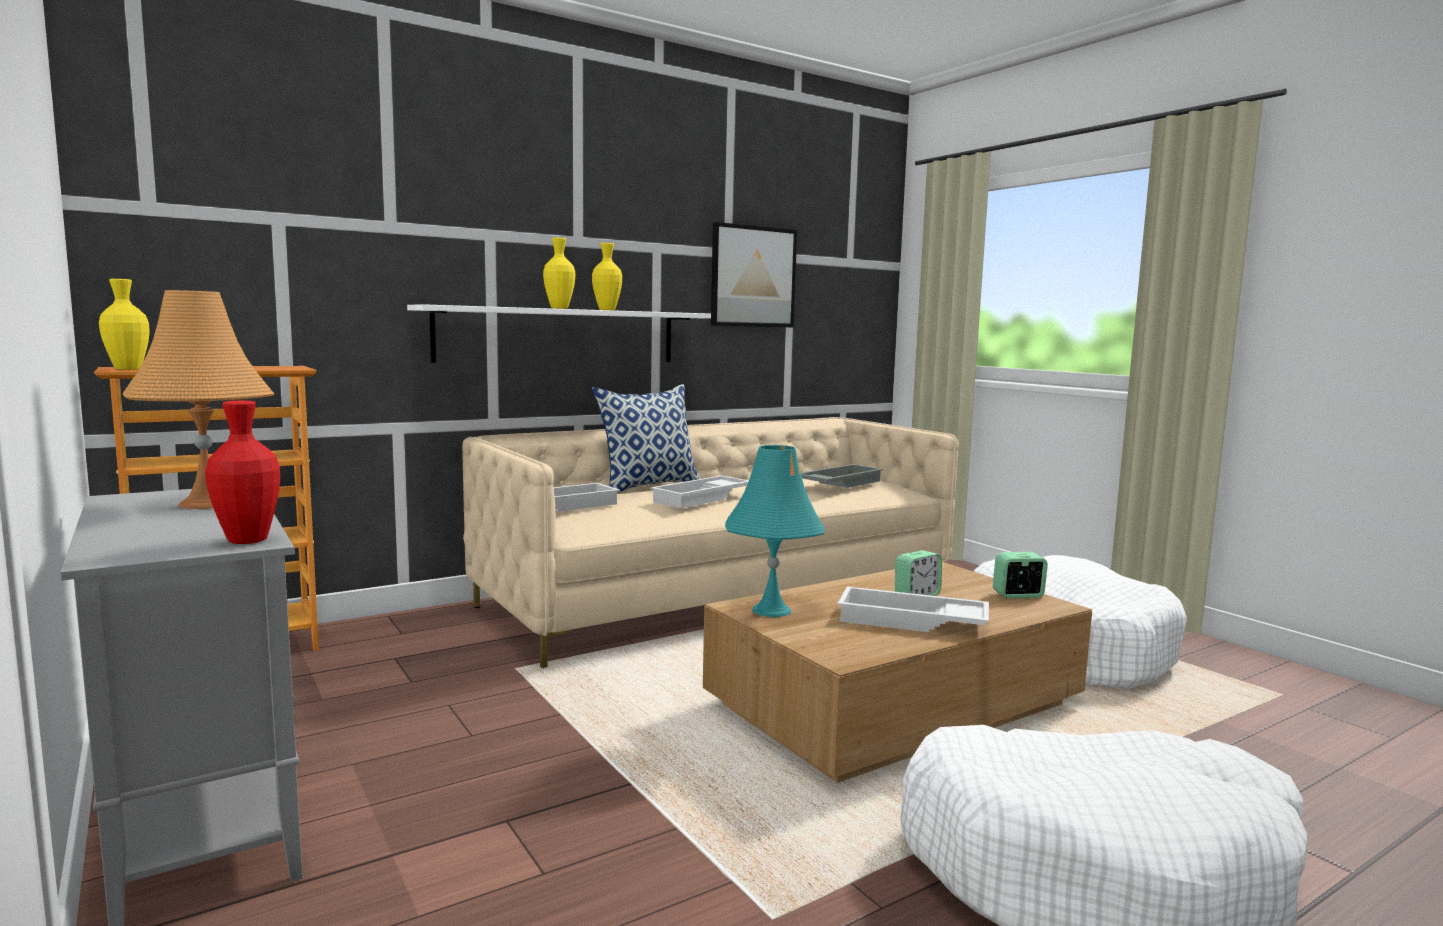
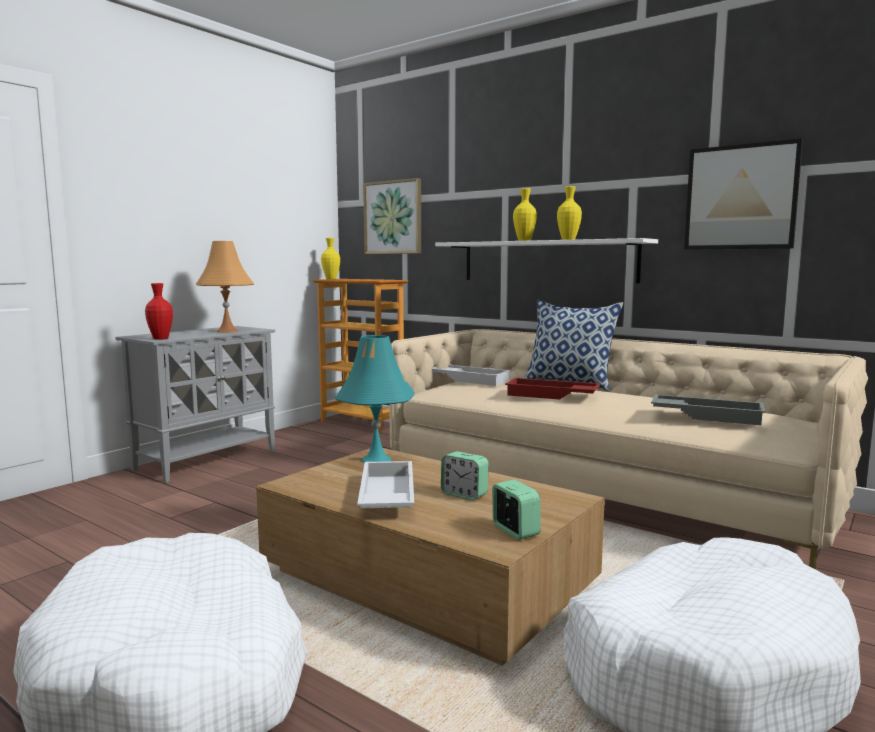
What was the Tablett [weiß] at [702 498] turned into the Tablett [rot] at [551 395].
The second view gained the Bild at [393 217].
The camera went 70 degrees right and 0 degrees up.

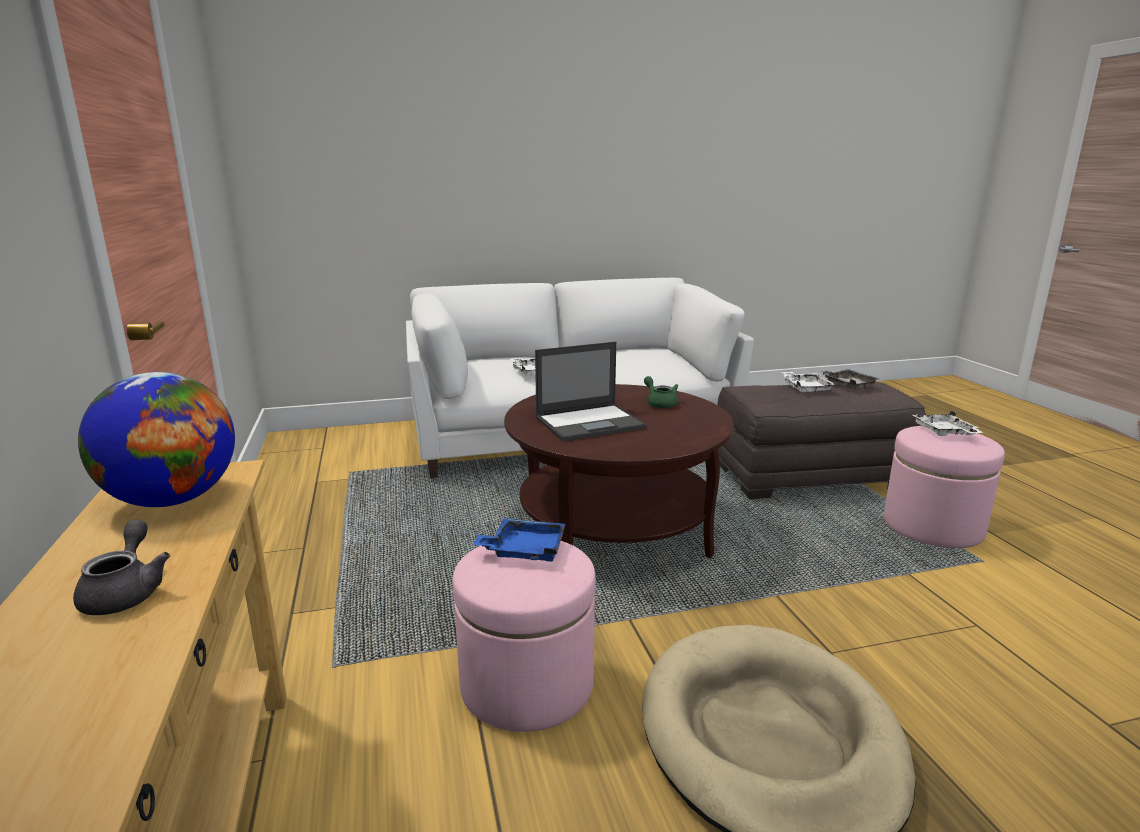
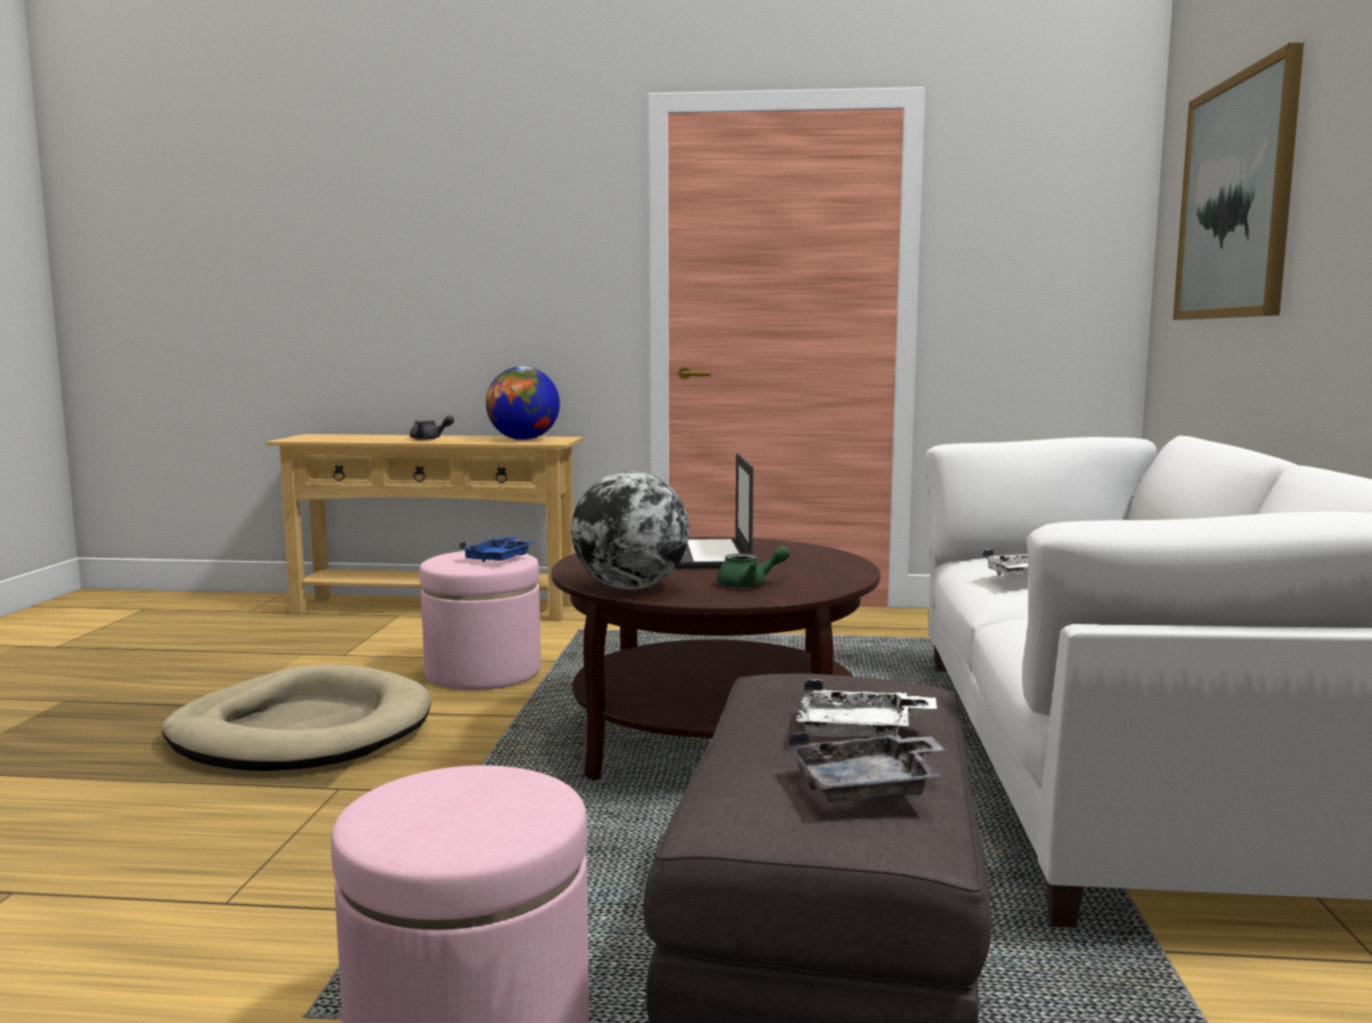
The second view lost the Tablett [weiß] at [944 432].
The second view gained the Globus at [630 587].
The second view gained the Bild at [1236 198].
The camera went 110 degrees right and 10 degrees down.

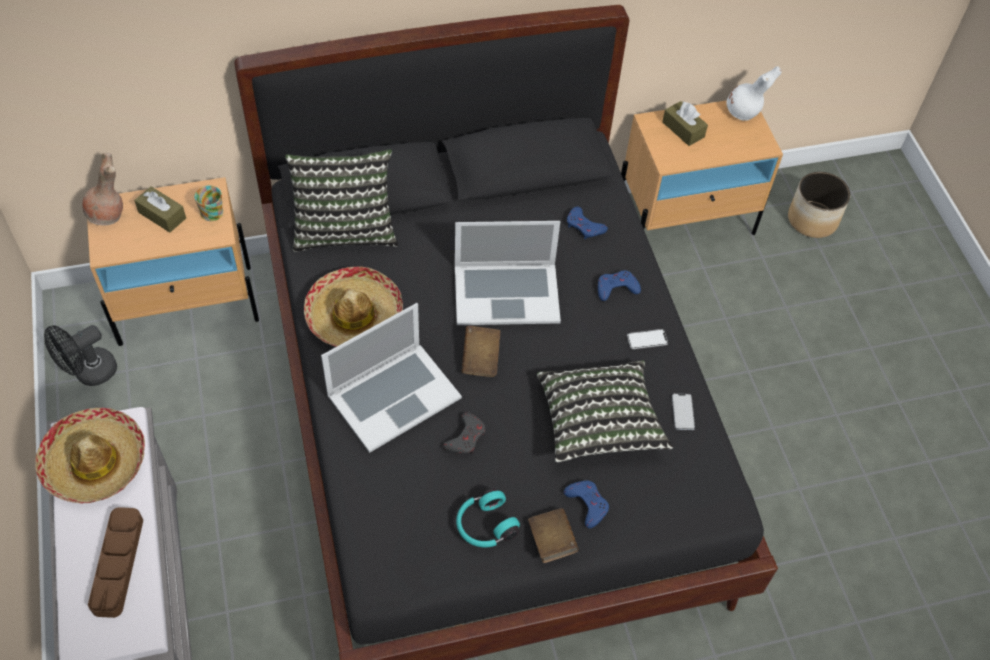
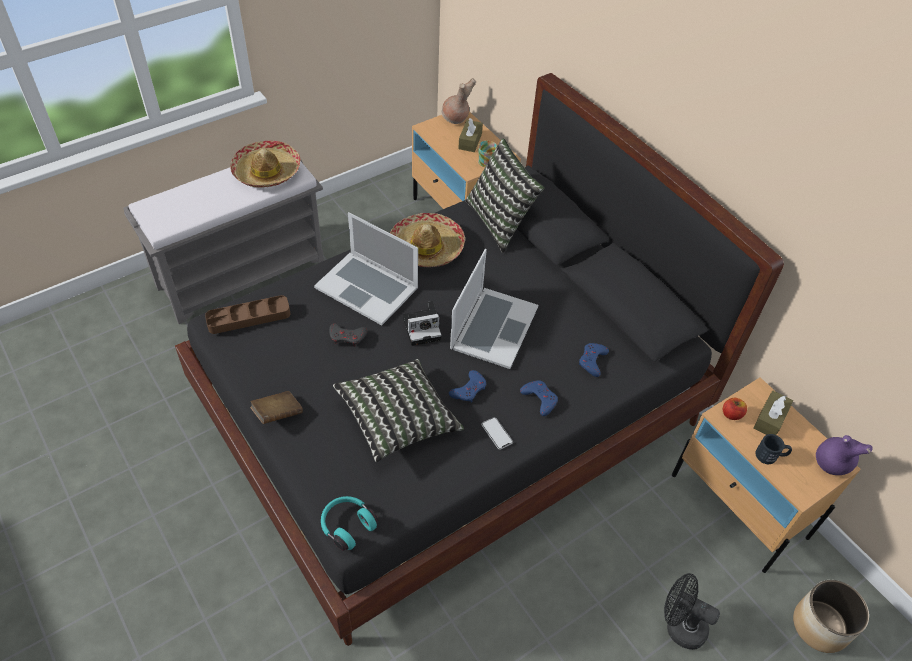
The Ventilator [schwarz] ended up elsewhere, having gone from [89 373] to [679 626].
The Tablett [braun] ended up elsewhere, having gone from [118 564] to [249 317].
The Laptop at [506 293] ended up facing another way, 135 degrees counterclockwise from before.
The Kopfhörer [türkis] ended up elsewhere, having gone from [485 526] to [347 525].
Where the Buch [braun] stood at [480 358], the Kamera came to stand at [423 328].
The Gamepad [blau] ended up elsewhere, having gone from [587 504] to [469 389].
The second view lost the Handy at [683 412].
What was the Vase [weiß] at [743 113] turned into the Vase [lila] at [830 465].
The second view gained the Apfel at [731 414].
The second view gained the Henkelbecher [schwarz] at [771 455].
The camera went 70 degrees right and 5 degrees down.

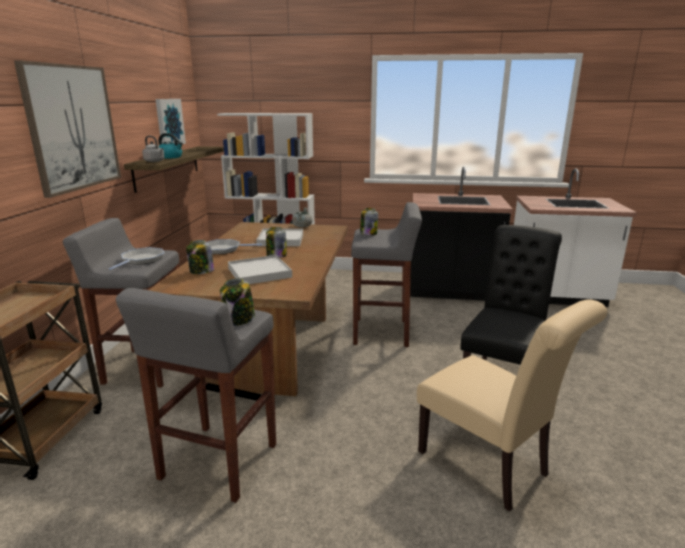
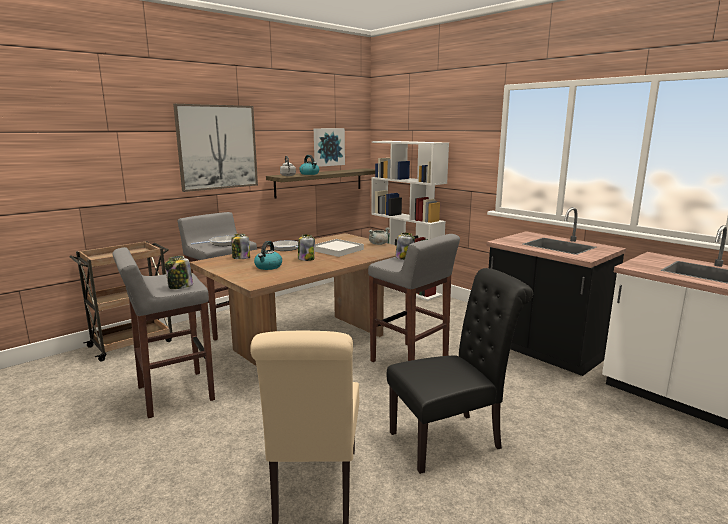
Where the Tablett [weiß] stood at [259 273], the Wasserkessel came to stand at [268 267].
The camera went 40 degrees right and 5 degrees down.

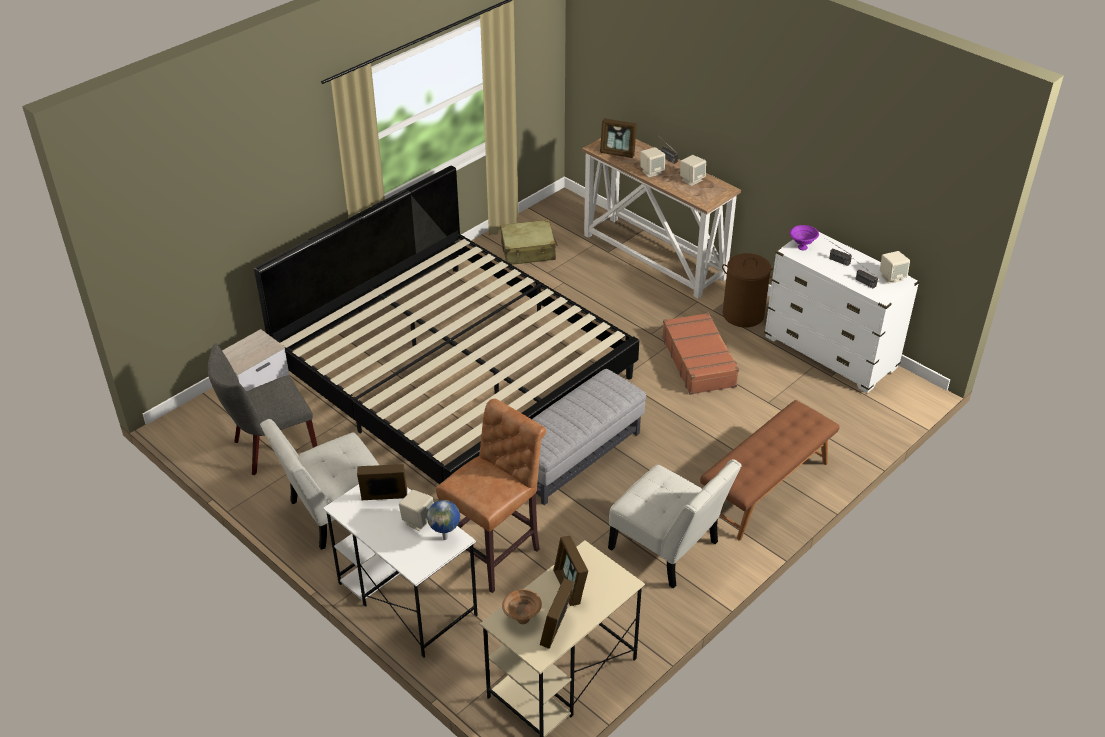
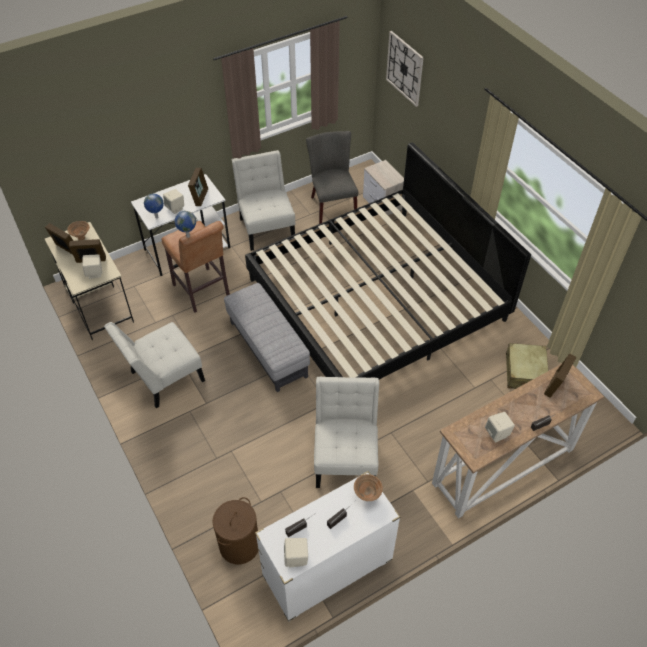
The Lautsprecher [beige] ended up elsewhere, having gone from [651 172] to [95 273].
Where the Koffer [braun] stood at [699 361], the Stuhl [weiß] came to stand at [345 457].
The second view lost the Bank [braun] at [766 489].
The Wäschekorb [braun] ended up elsewhere, having gone from [742 315] to [239 544].
What was the Schüssel [lila] at [802 248] turned into the Schüssel [braun] at [367 495].
The second view gained the Globus at [187 236].
The second view gained the Wanduhr at [404 68].
The camera went 105 degrees right and 10 degrees up.

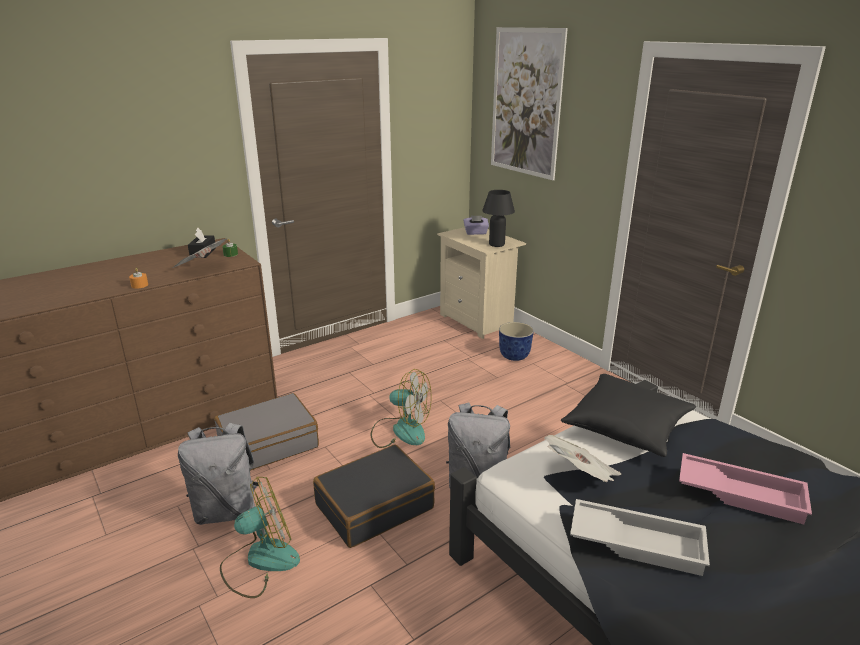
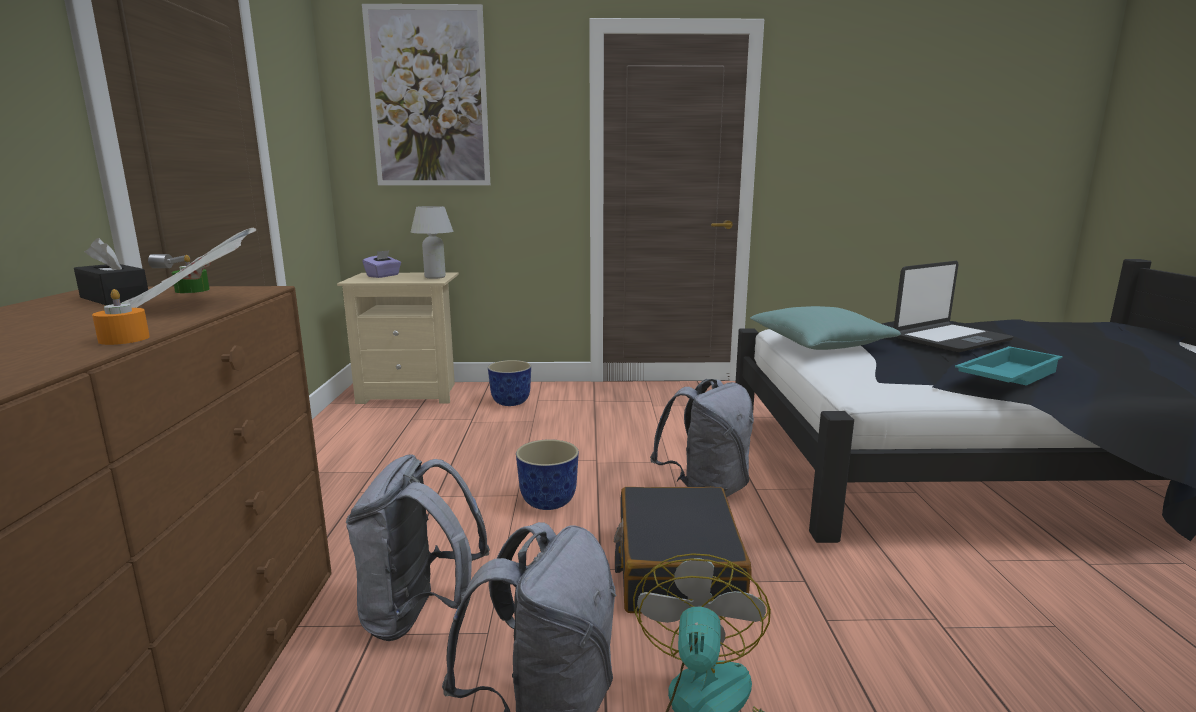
Where the Koffer [grau] stood at [268 444], the Rucksack [grau] came to stand at [419 615].
Where the Ventilator stood at [400 431], the Pflanzkübel came to stand at [547 501].
What was the Tischlampe [schwarz] at [496 244] turned into the Tischlampe [weiß] at [435 277].
The second view lost the Zeitung at [581 475].
What was the Kissen [schwarz] at [627 427] turned into the Kissen [türkis] at [819 345].
What was the Tablett [weiß] at [637 542] turned into the Tablett [türkis] at [1005 376].
Where the Tablett [rosa] stood at [741 493], the Laptop came to stand at [950 339].
The camera went 55 degrees left and 10 degrees down.

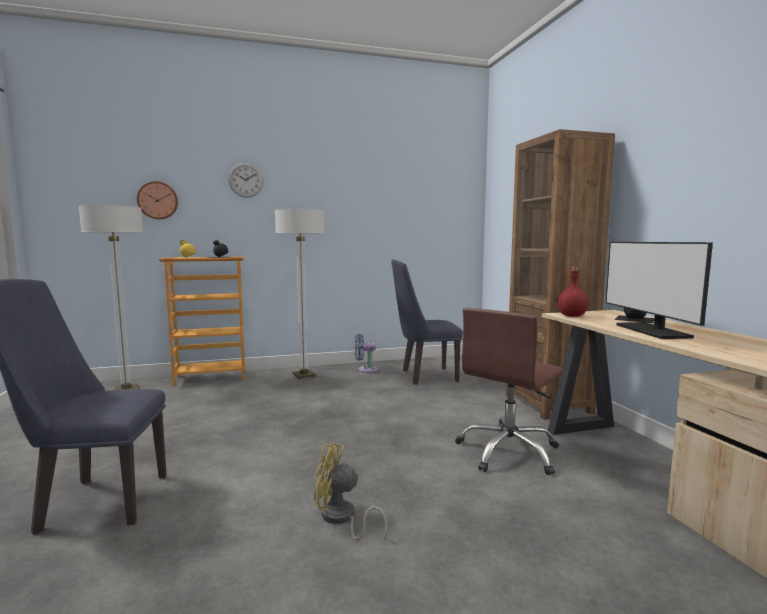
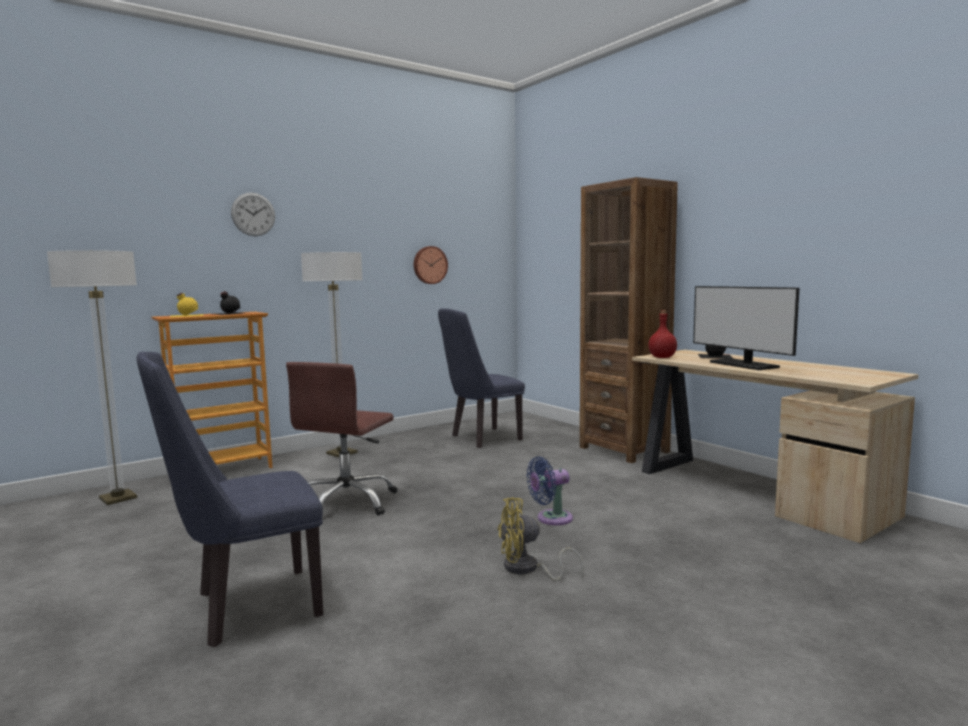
The Wanduhr ended up elsewhere, having gone from [158 200] to [429 265].
The Ventilator [blau] ended up elsewhere, having gone from [365 370] to [551 518].
The Bürostuhl [braun] ended up elsewhere, having gone from [508 452] to [347 503].
The camera went 20 degrees left and 0 degrees up.

